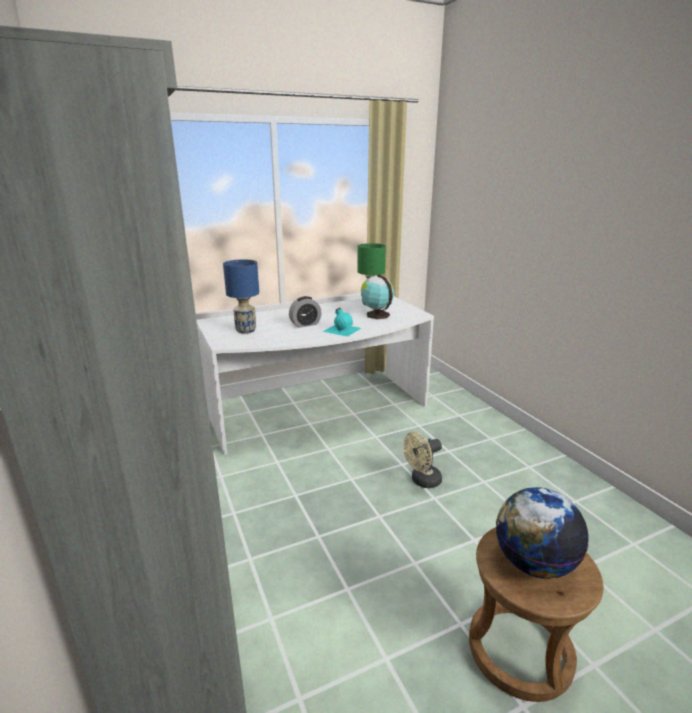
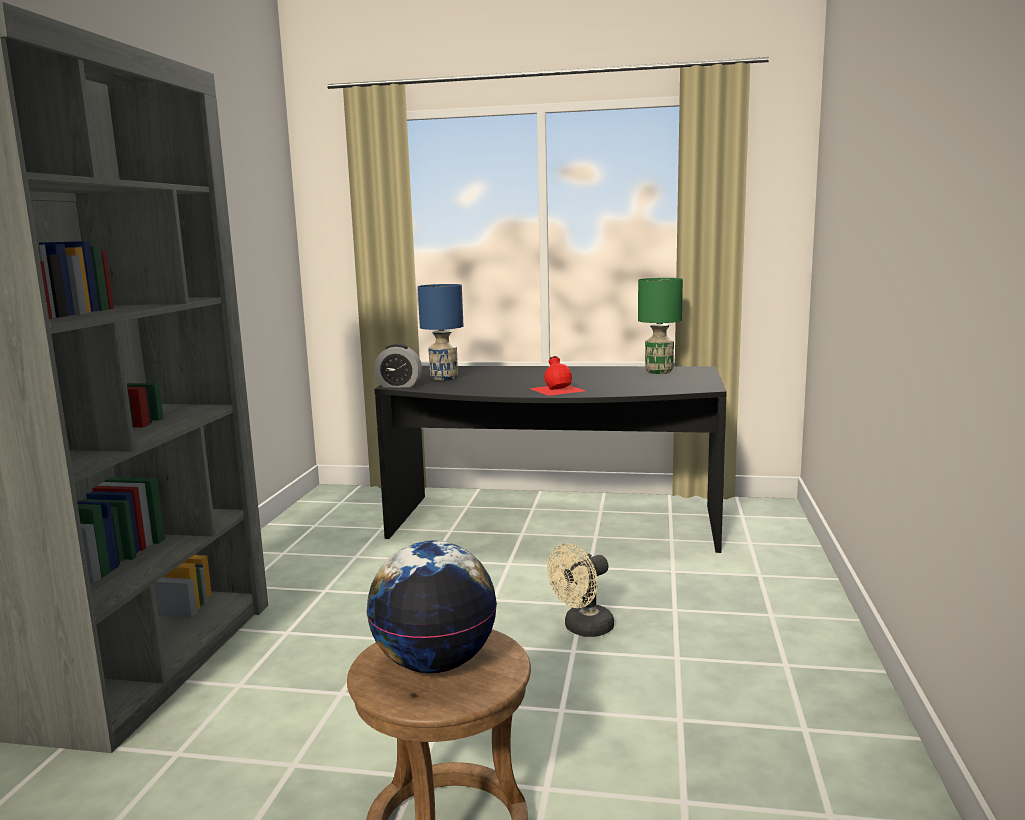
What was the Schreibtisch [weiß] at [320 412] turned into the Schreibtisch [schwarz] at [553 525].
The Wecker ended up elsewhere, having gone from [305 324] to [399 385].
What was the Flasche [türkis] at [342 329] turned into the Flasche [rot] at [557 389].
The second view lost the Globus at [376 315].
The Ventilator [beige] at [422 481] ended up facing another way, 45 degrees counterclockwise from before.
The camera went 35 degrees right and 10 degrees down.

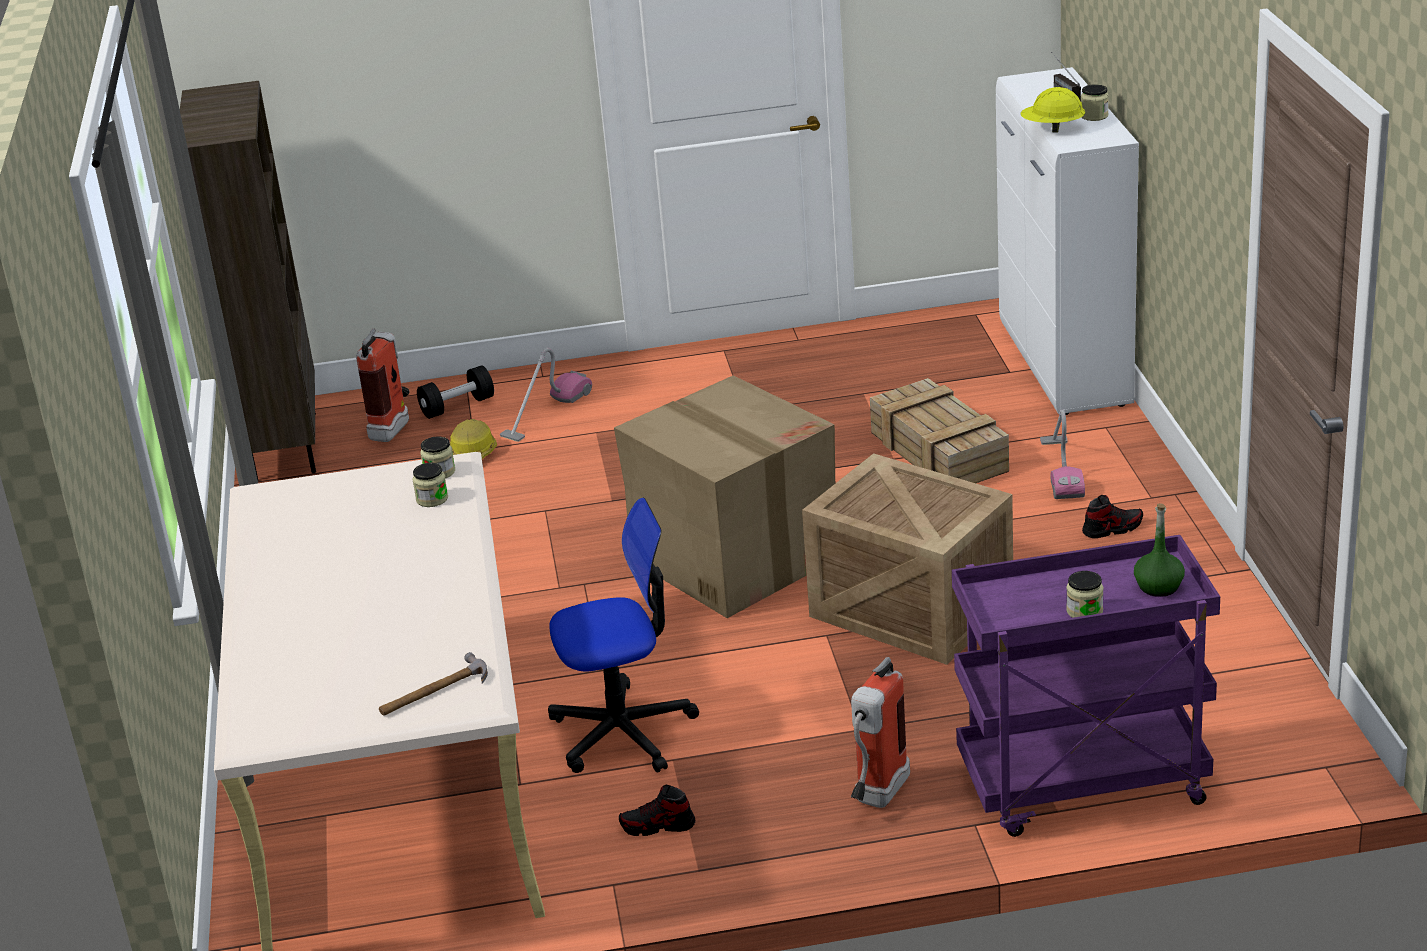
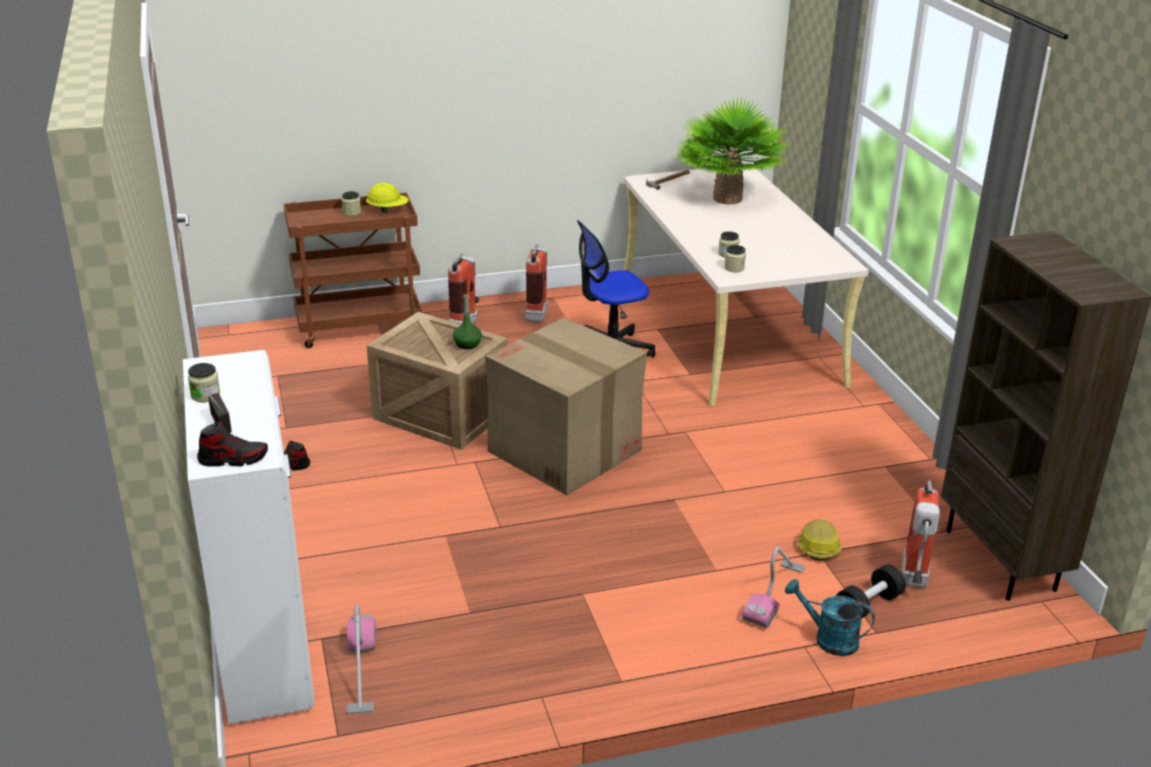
The Schuh ended up elsewhere, having gone from [657 826] to [233 459].
The second view lost the Kiste at [941 452].
What was the Rollwagen [lila] at [1081 787] turned into the Rollwagen [braun] at [359 326].
The Schutzhelm [gelb] ended up elsewhere, having gone from [1052 129] to [388 210].
The Staubsauger ended up elsewhere, having gone from [1061 469] to [361 669].
The Flasche [grün] ended up elsewhere, having gone from [1159 586] to [467 344].
The second view gained the Feuerlöscher at [537 313].
The second view gained the Topfpflanze at [727 198].
The second view gained the Gießkanne [türkis] at [828 639].
The camera went 170 degrees right and 0 degrees up.

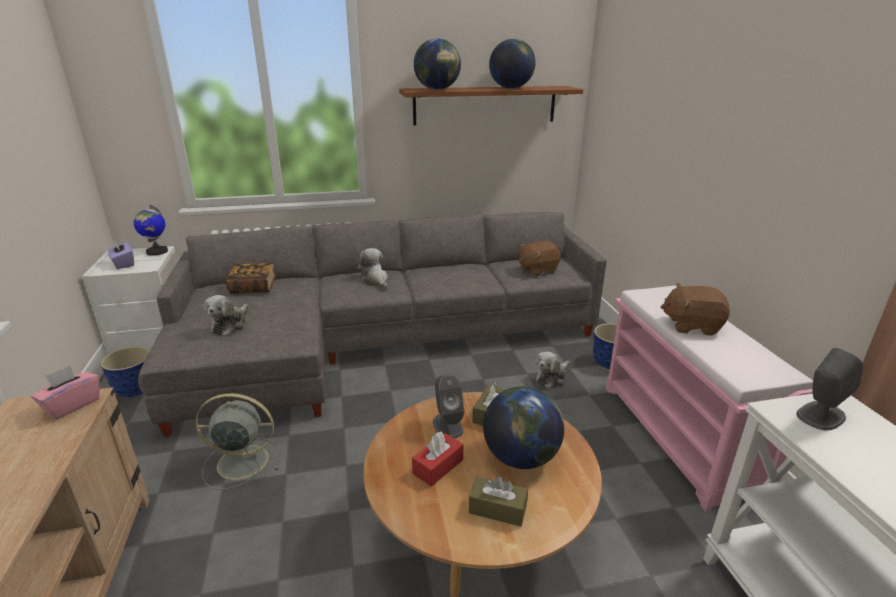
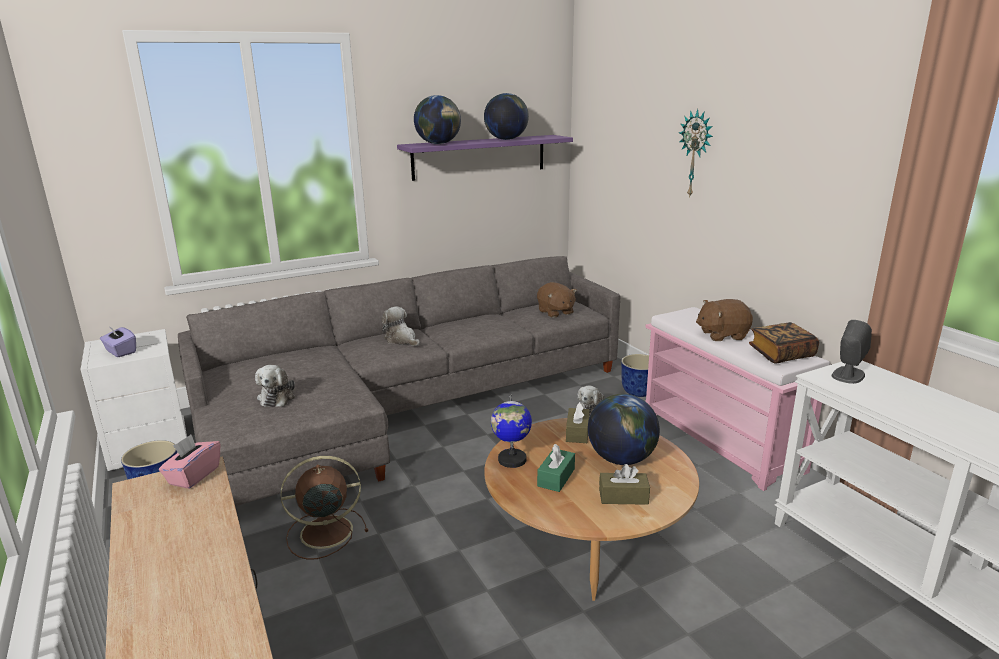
The Globus ended up elsewhere, having gone from [156 252] to [512 460].
What was the Ventilator [grau] at [240 462] turned into the Ventilator [braun] at [324 532].
The Buch ended up elsewhere, having gone from [253 288] to [781 354].
What was the Wandregal [braun] at [485 105] turned into the Wandregal [lila] at [479 157].
What was the Taschentuchbox [rot] at [438 467] turned into the Taschentuchbox [grün] at [556 477].
The second view lost the Lautsprecher [grau] at [447 425].
The Plüschtier [braun] at [537 270] ended up facing another way, 75 degrees counterclockwise from before.
The second view gained the Wanduhr at [696 154].
The camera went 15 degrees left and 5 degrees down.

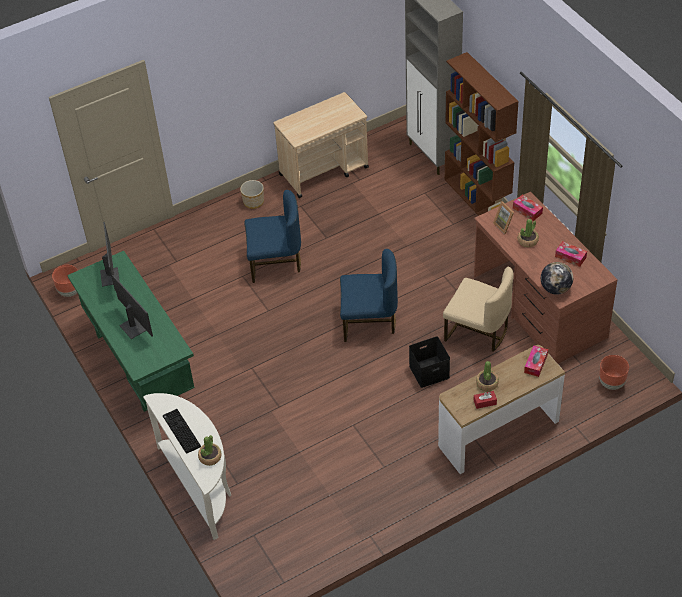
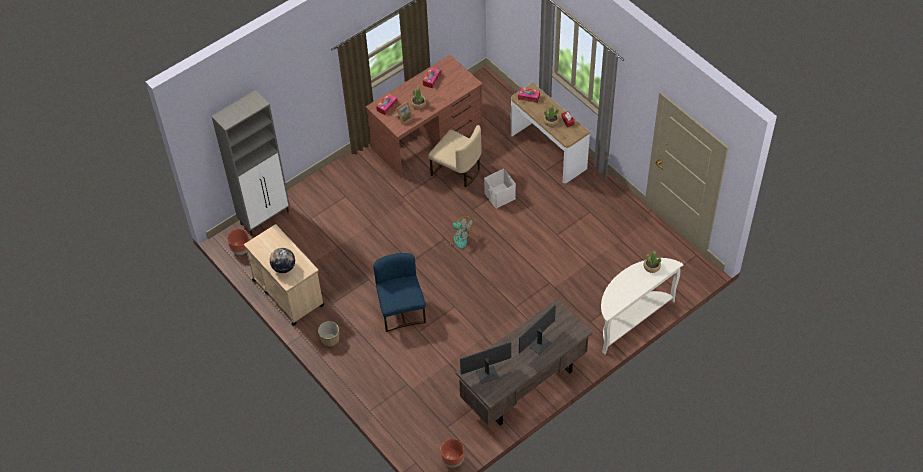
What was the Schreibtisch [grün] at [139 363] turned into the Schreibtisch [braun] at [523 386].
The second view lost the Tastatur at [180 431].
Where the Stuhl [blau] stood at [369 322], the Ventilator came to stand at [457 238].
What was the Aufbewahrungsbox [schwarz] at [428 372] turned into the Aufbewahrungsbox [weiß] at [500 195].
The Stuhl [beige] at [477 331] ended up facing another way, 105 degrees clockwise from before.
The second view lost the Bücherregal [braun] at [477 199].
The Globus ended up elsewhere, having gone from [555 289] to [284 267].
The Pflanzkübel [braun] ended up elsewhere, having gone from [611 383] to [241 250].
The camera went 100 degrees left and 5 degrees up.

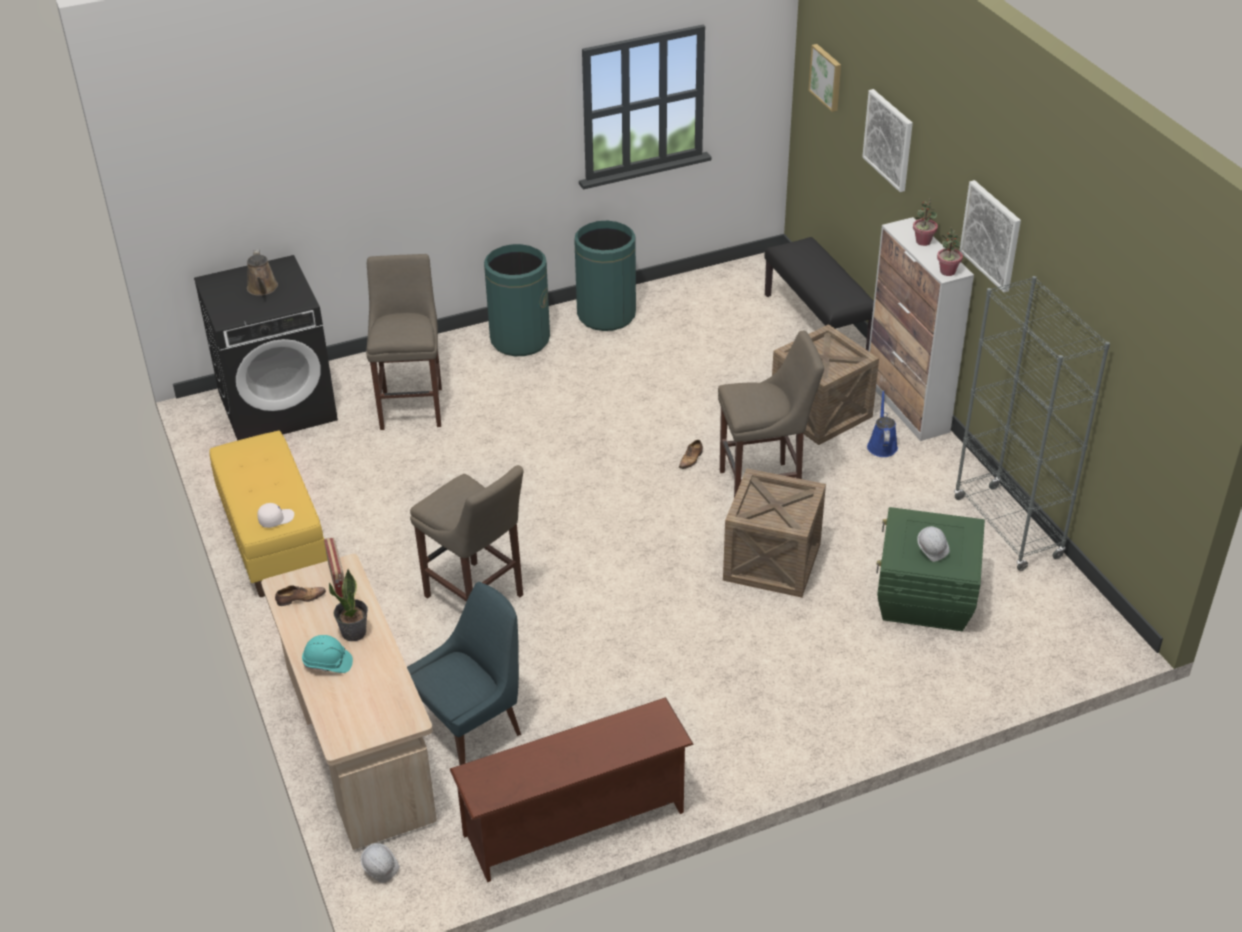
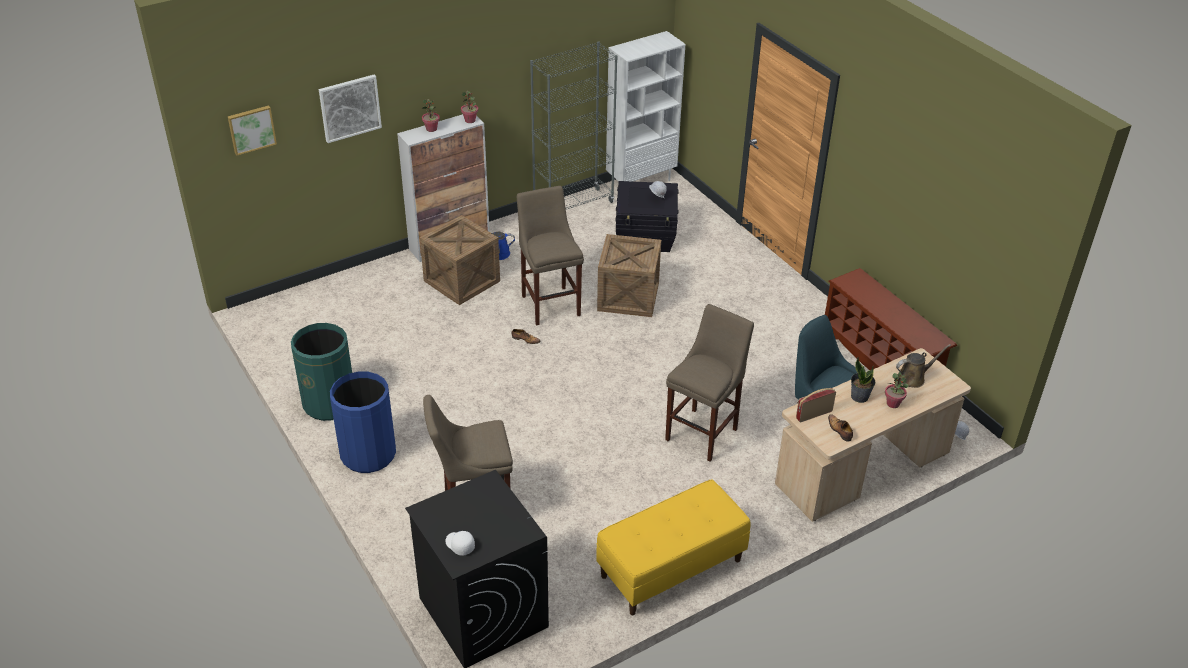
The Gießkanne [braun] ended up elsewhere, having gone from [262 289] to [913 378].
The Kappe [weiß] ended up elsewhere, having gone from [276 519] to [459 545].
Where the Schutzhelm [türkis] stood at [328 663], the Topfpflanze came to stand at [893 403].
What was the Mülleimer [grün] at [520 339] turned into the Mülleimer [blau] at [368 454].
The second view lost the Bank [schwarz] at [818 324].
What was the Aufbewahrungsbox [grün] at [924 599] turned into the Aufbewahrungsbox [schwarz] at [646 237].
The second view lost the Bild at [991 235].
The second view gained the Bücherregal [weiß] at [641 181].
The camera went 100 degrees left and 0 degrees up.

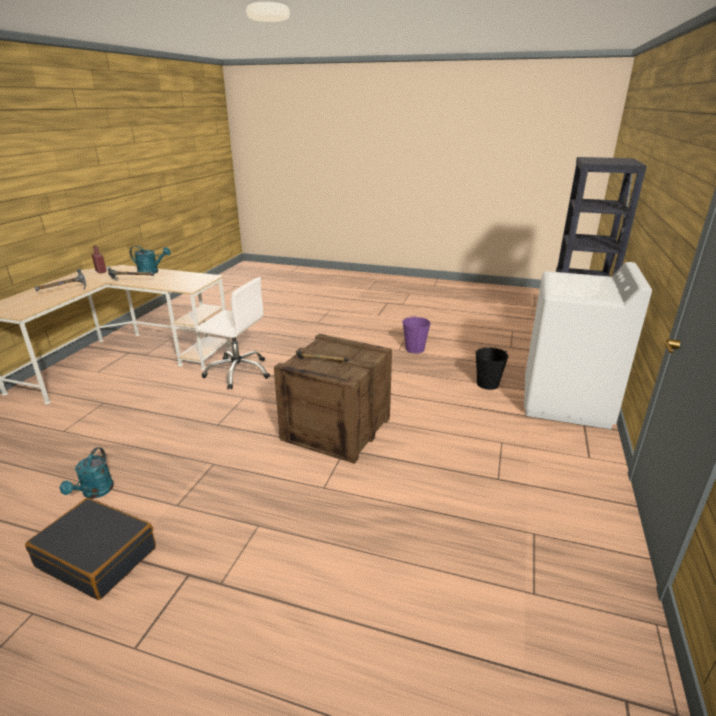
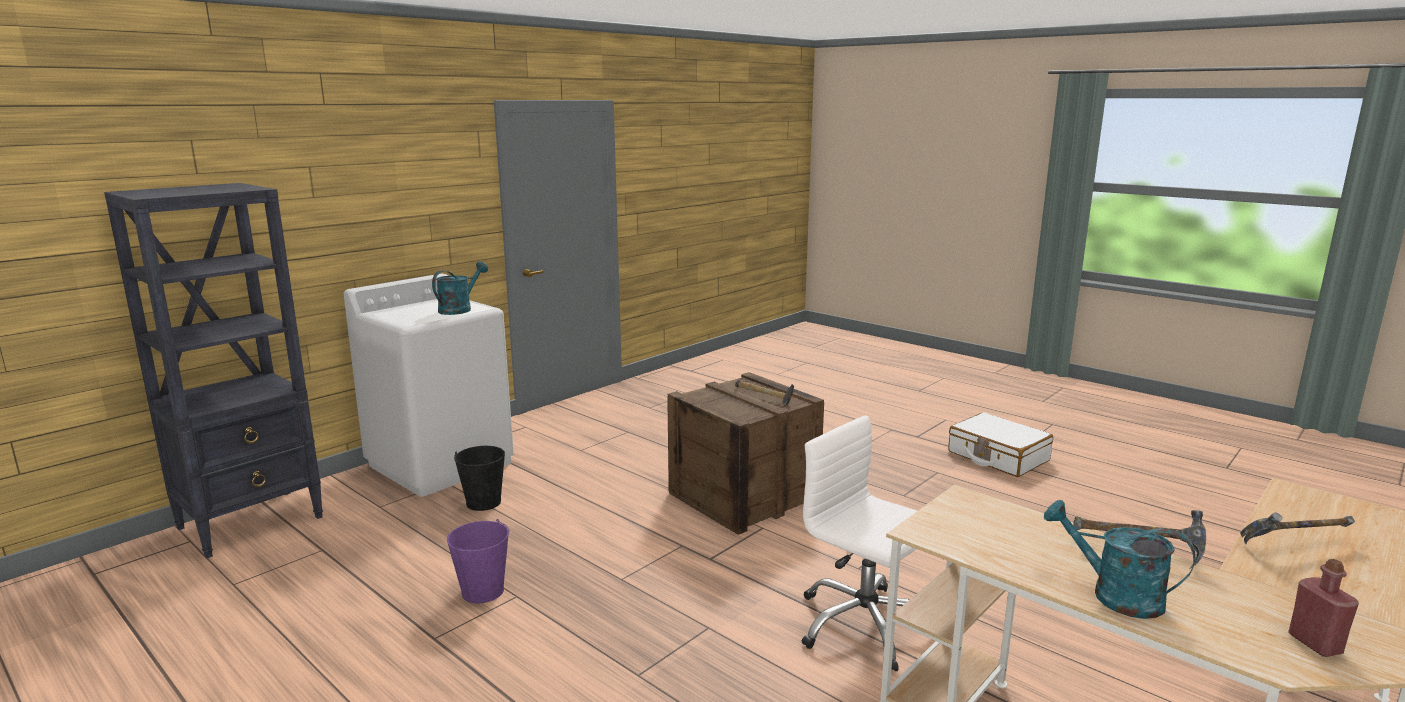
What was the Koffer [schwarz] at [97 557] turned into the Koffer [weiß] at [997 456].
The Gießkanne [türkis] ended up elsewhere, having gone from [95 492] to [459 309].
The camera went 155 degrees left and 10 degrees down.

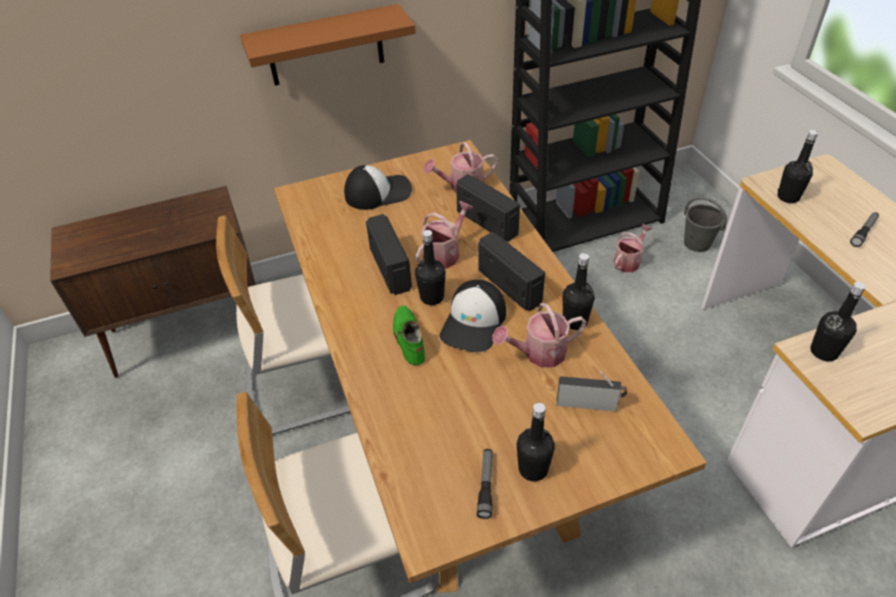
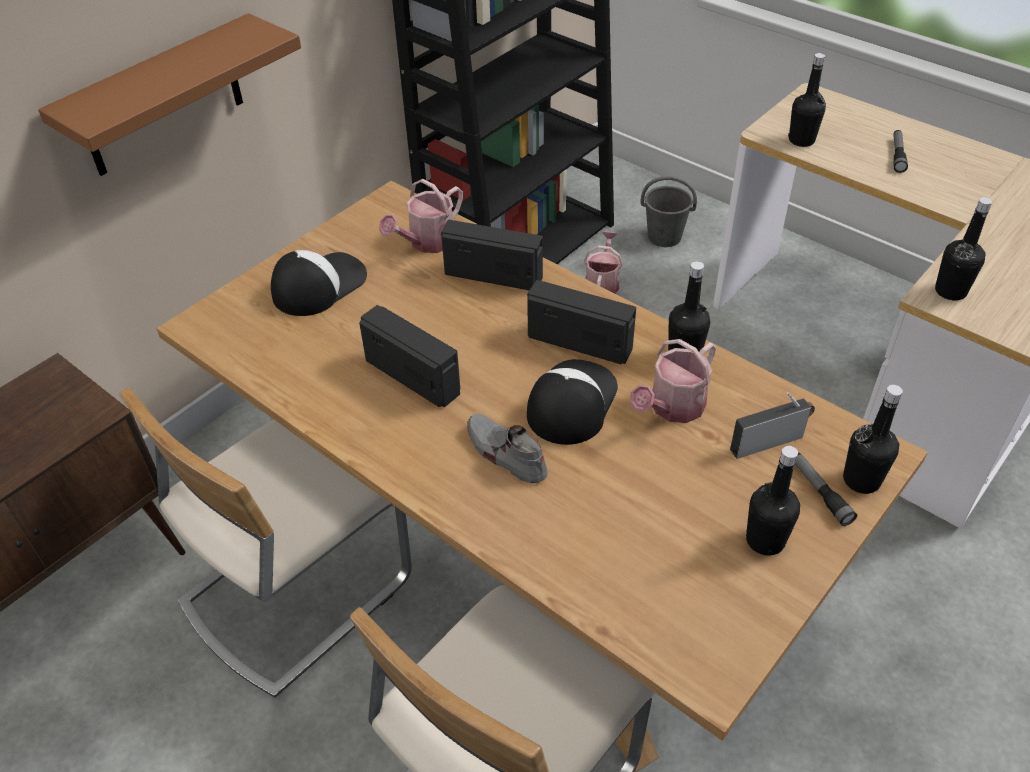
What was the Schuh [grün] at [408 339] turned into the Schuh [grau] at [505 454].
The Flasche [schwarz] ended up elsewhere, having gone from [432 297] to [861 480].
The second view lost the Gießkanne at [444 253].
The Kappe at [474 323] ended up facing another way, 150 degrees counterclockwise from before.
The Taschenlampe ended up elsewhere, having gone from [486 485] to [820 493].
The camera went 30 degrees left and 0 degrees up.

